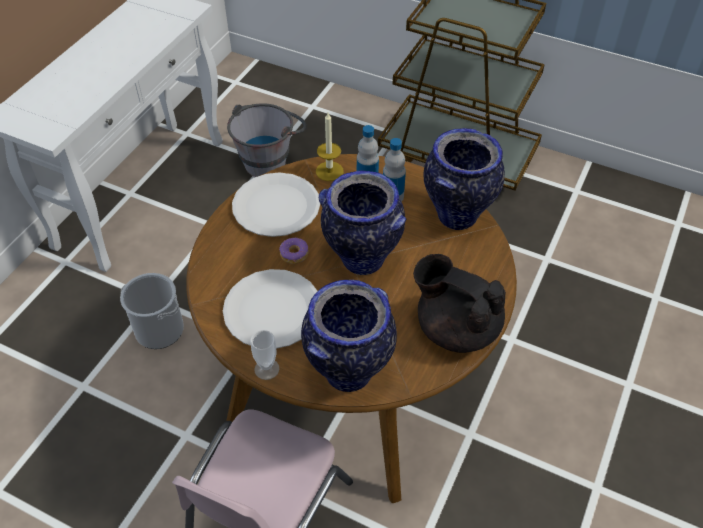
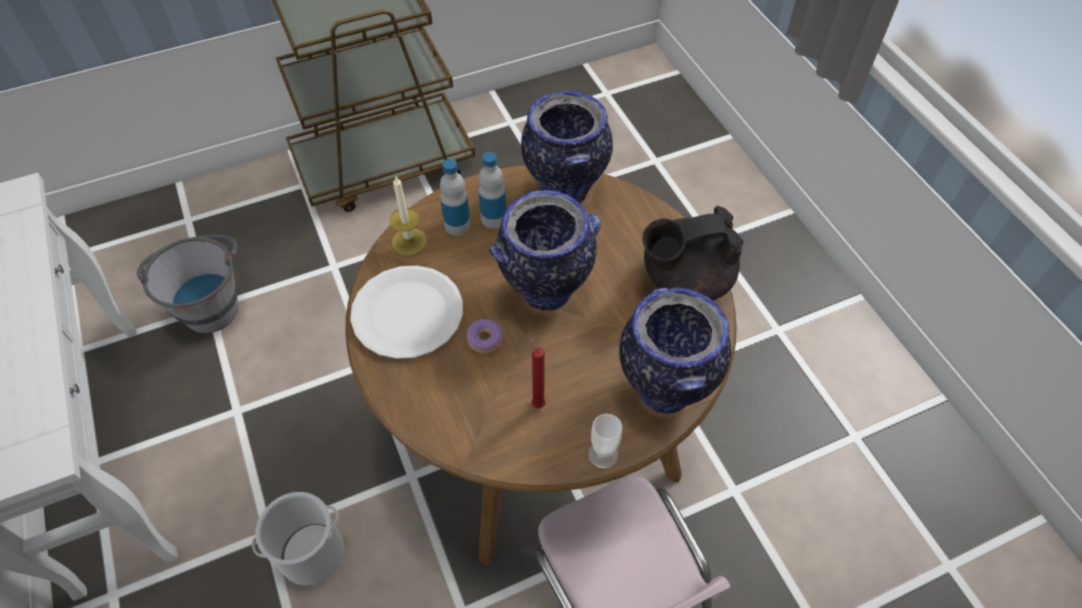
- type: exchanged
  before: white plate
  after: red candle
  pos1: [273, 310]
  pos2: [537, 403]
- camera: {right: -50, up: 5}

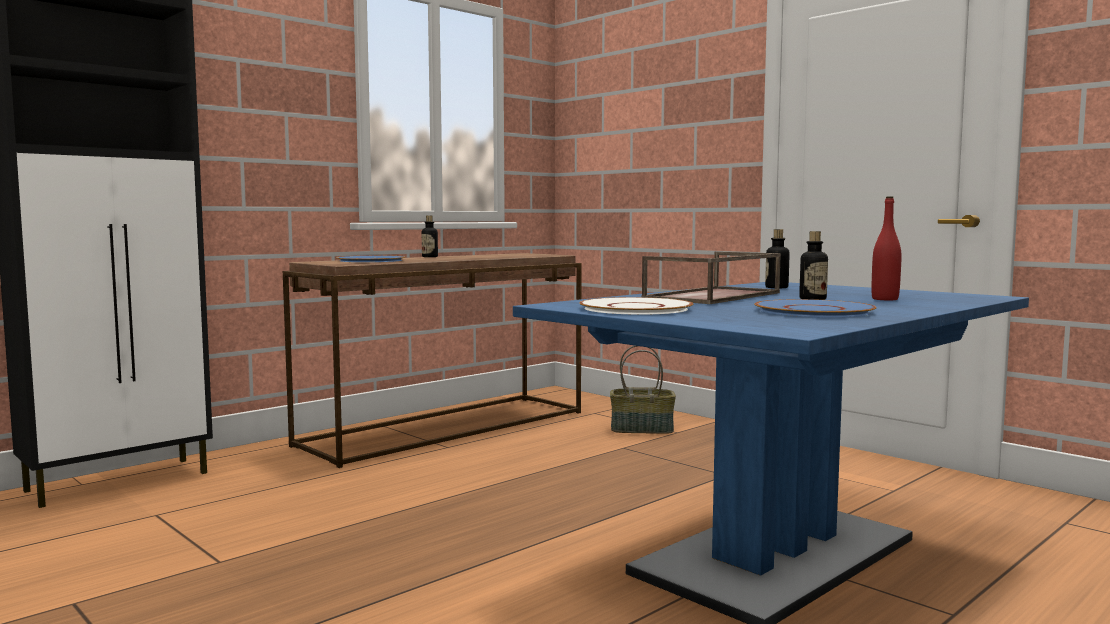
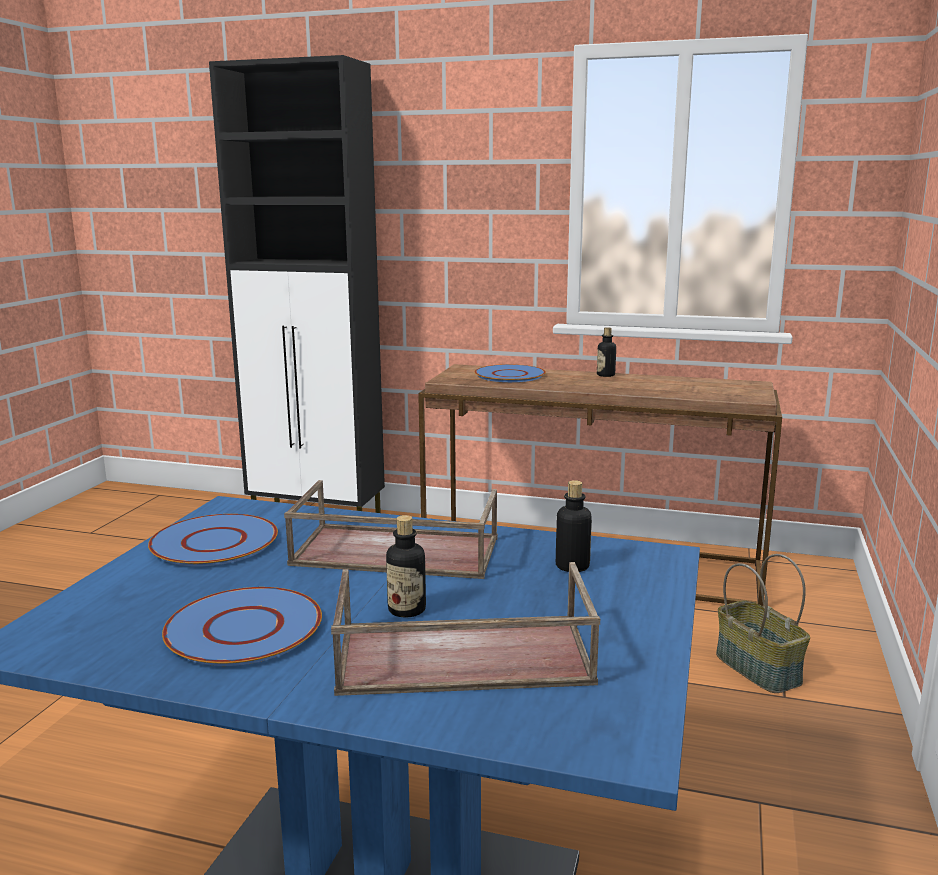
- type: exchanged
  before: red bottle
  after: brown tray
  pos1: [885, 299]
  pos2: [460, 657]
- type: colour
  before: white plate
  after: blue plate
  pos1: [635, 308]
  pos2: [213, 542]
- camera: {right: 60, up: 10}

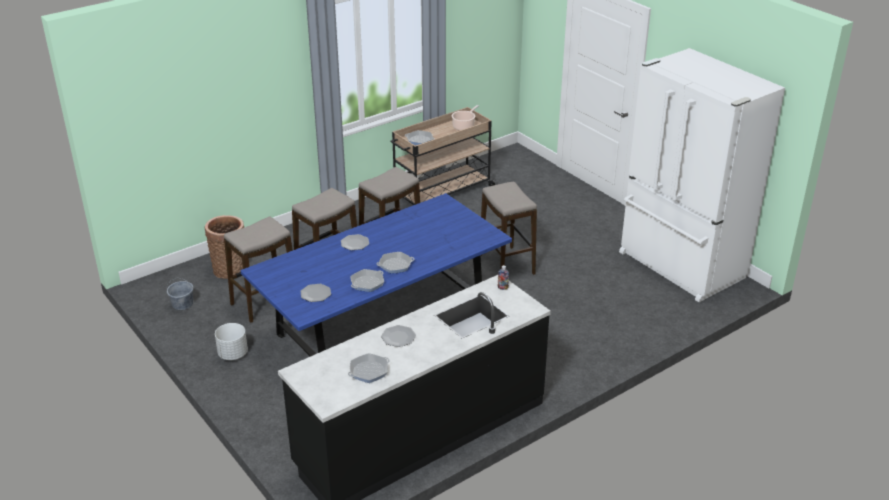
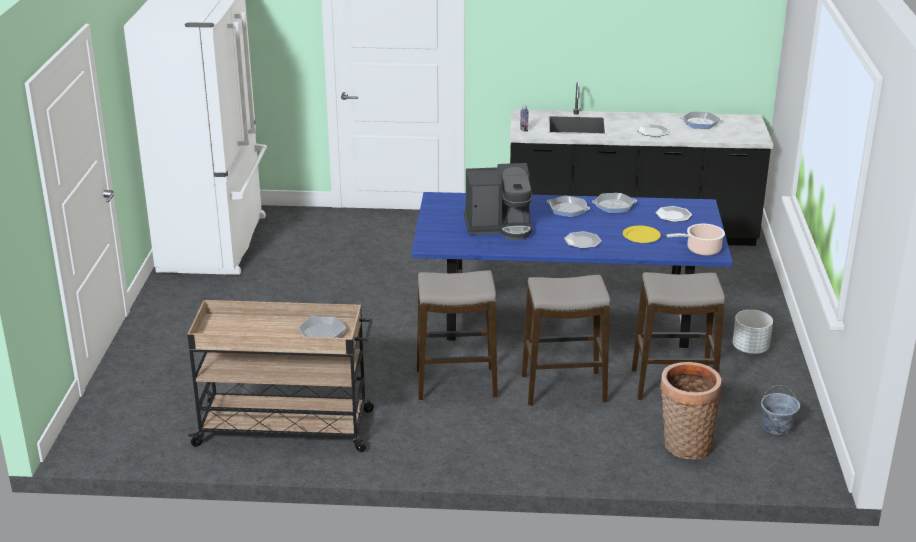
- type: missing
  before: stool
  pos1: [506, 264]
- type: appeared
  after: coffee machine
  pos2: [499, 226]
- type: appeared
  after: yellow plate
  pos2: [641, 236]
- type: relocated
  before: cooking pot
  pos1: [464, 126]
  pos2: [701, 250]
- camera: {right: -140, up: -5}

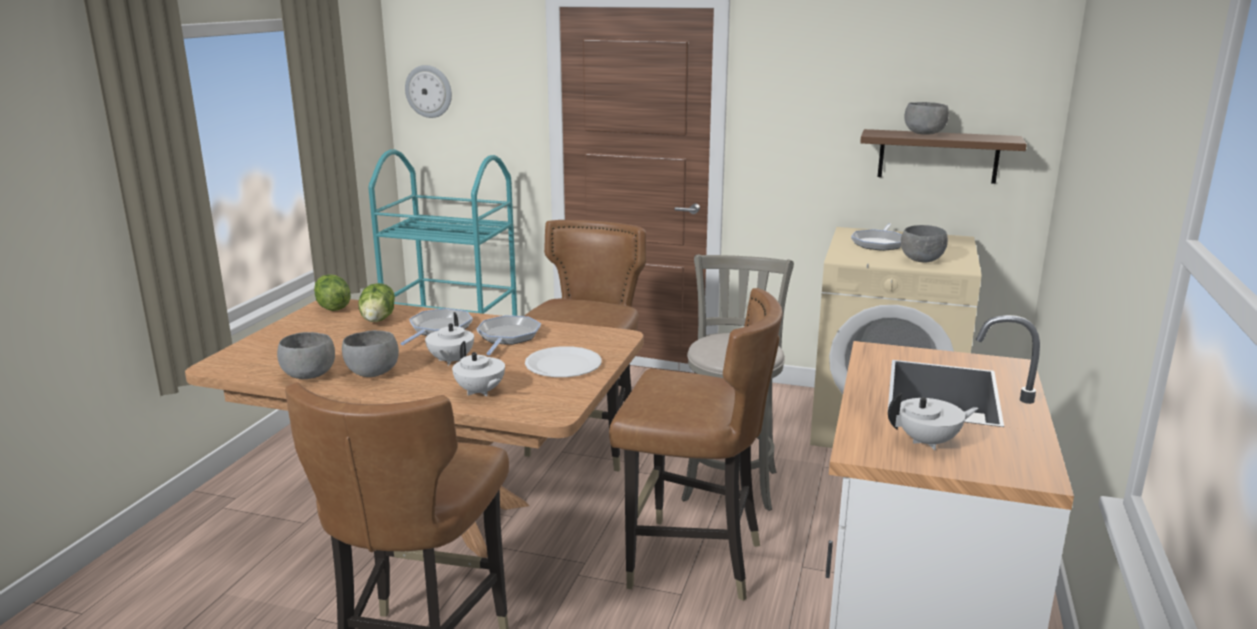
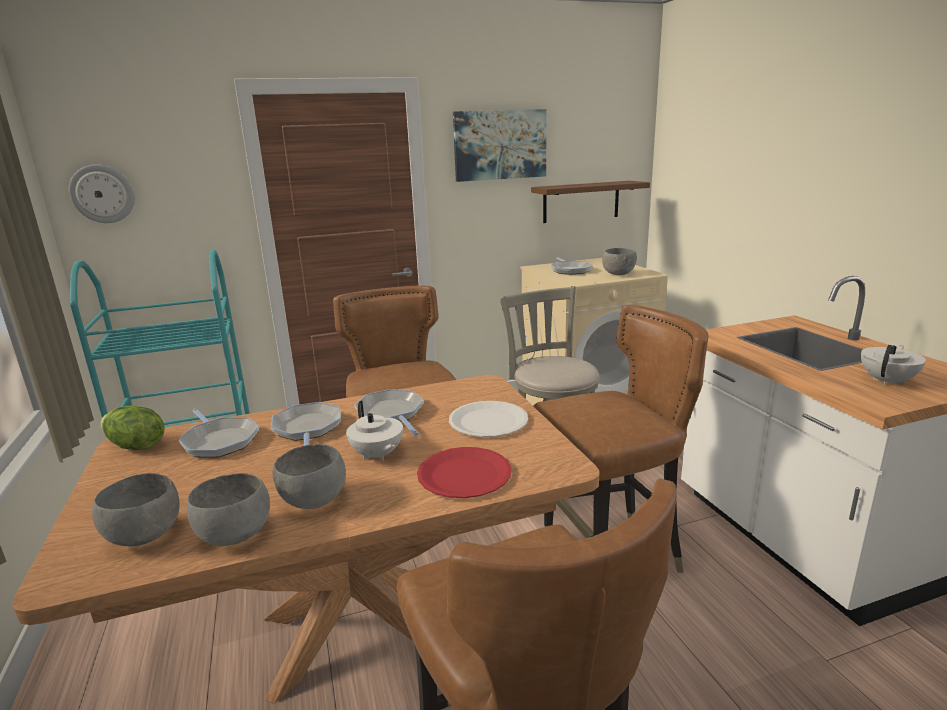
- type: appeared
  after: picture
  pos2: [500, 145]
- type: relocated
  before: grey bowl
  pos1: [924, 134]
  pos2: [145, 535]
- type: exchanged
  before: lettuce
  after: frying pan
  pos1: [378, 319]
  pos2: [219, 441]
- type: exchanged
  before: white teapot
  after: red plate
  pos1: [480, 392]
  pos2: [464, 475]
- camera: {right: -35, up: 0}

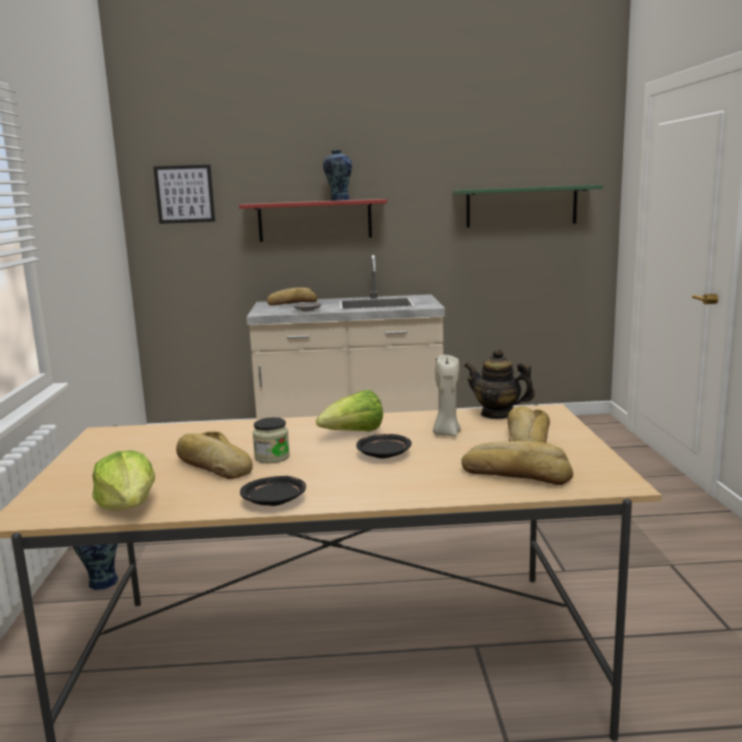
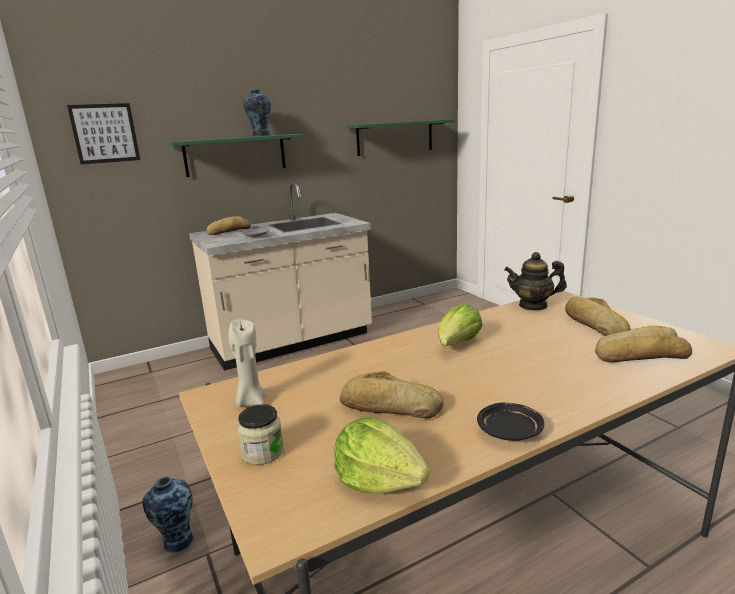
- type: missing
  before: black plate
  pos1: [384, 454]
- type: relocated
  before: jar
  pos1: [272, 457]
  pos2: [263, 452]
- type: relocated
  before: beige candle
  pos1: [446, 433]
  pos2: [250, 401]
- type: colour
  before: red shelf
  after: green shelf
  pos1: [315, 220]
  pos2: [235, 155]
- camera: {right: -25, up: 5}

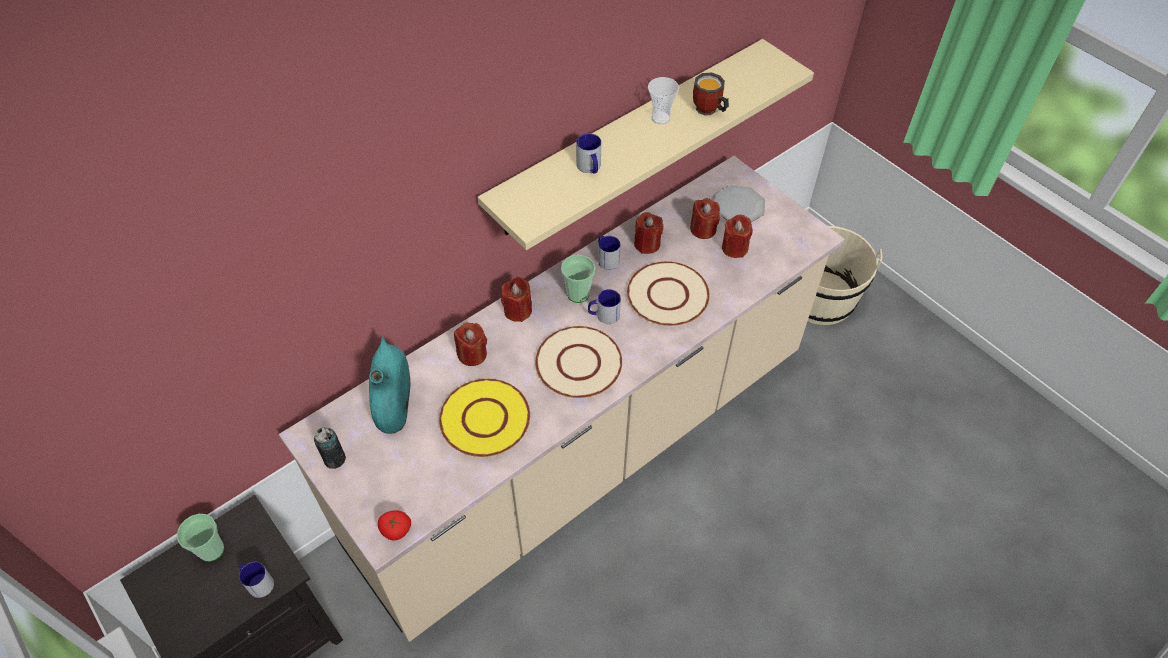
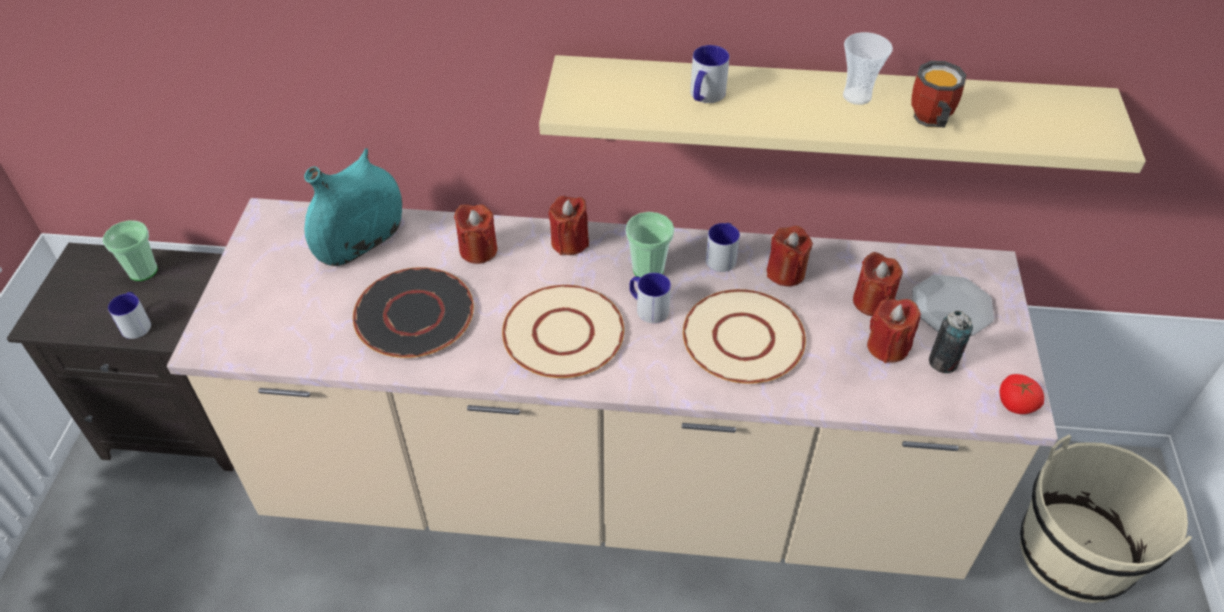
- type: relocated
  before: can
  pos1: [335, 459]
  pos2: [943, 362]
- type: relocated
  before: tomato
  pos1: [395, 530]
  pos2: [1015, 404]
- type: colour
  before: yellow plate
  after: black plate
  pos1: [484, 418]
  pos2: [414, 314]
- camera: {right: 45, up: -5}

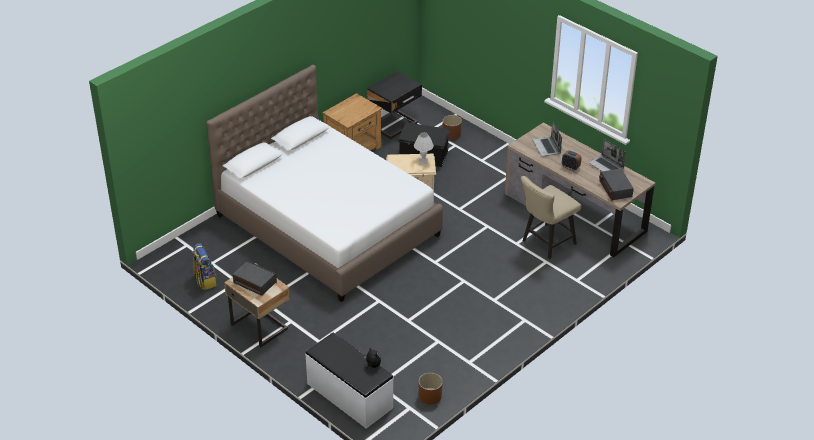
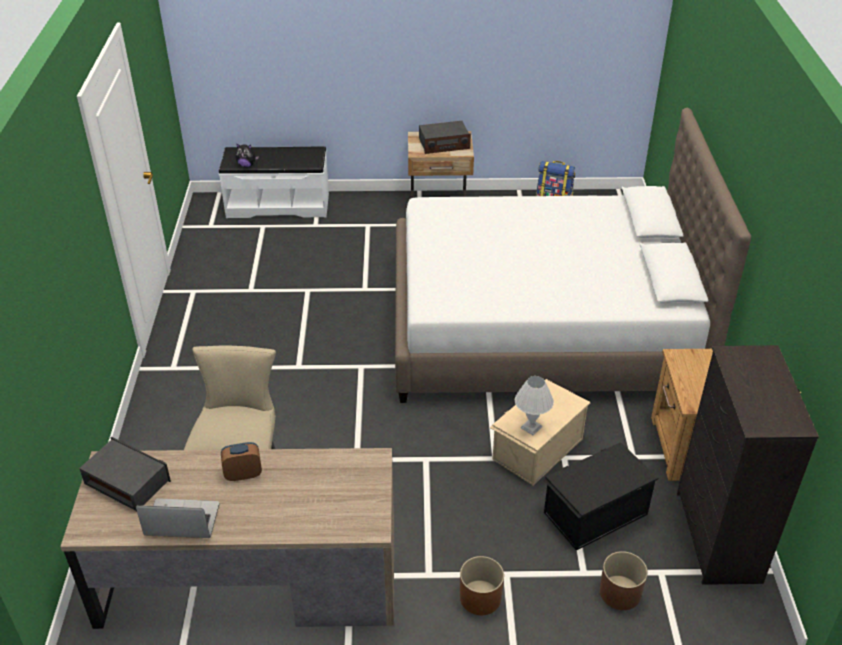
- type: missing
  before: laptop
  pos1: [547, 147]
- type: relocated
  before: brown planter
  pos1: [430, 396]
  pos2: [480, 598]
- type: exchanged
  before: black nightstand
  after: black dresser
  pos1: [394, 126]
  pos2: [717, 537]
- camera: {right: 135, up: 0}

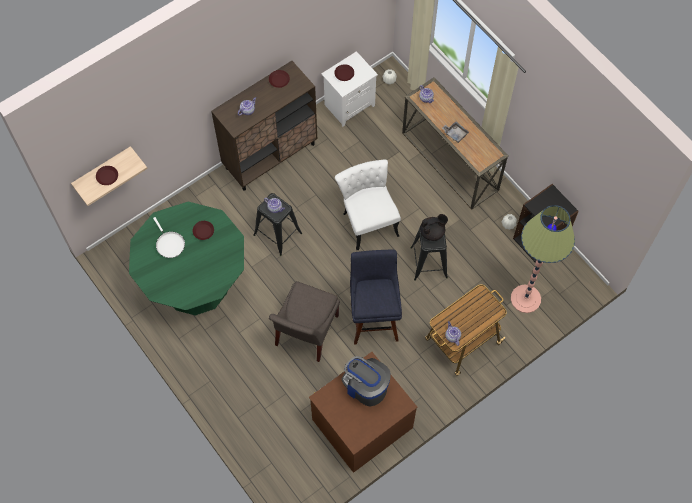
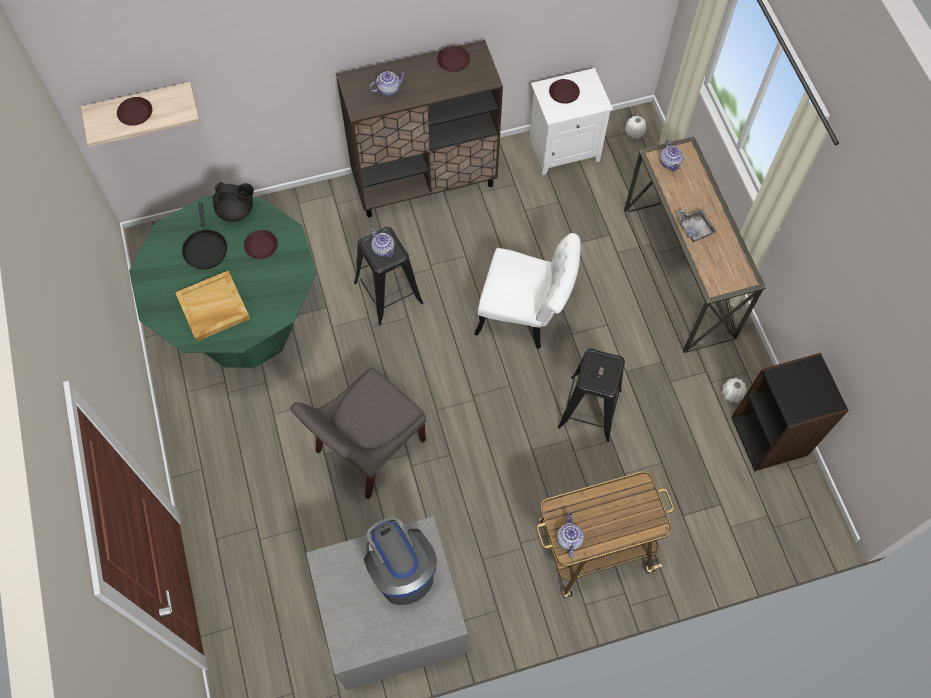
- type: missing
  before: blue stool
  pos1: [374, 318]
- type: missing
  before: floor lamp
  pos1: [525, 299]
- type: appeared
  after: beige tray
  pos2: [213, 308]
- type: relocated
  before: black teapot
  pos1: [432, 232]
  pos2: [236, 210]
- type: colour
  before: white frying pan
  after: black frying pan
  pos1: [169, 244]
  pos2: [205, 248]
- type: colour
  before: brown dresser
  after: grey dresser
  pos1: [361, 422]
  pos2: [391, 615]
- type: spun
  before: white chair
  pos1: [368, 219]
  pos2: [525, 315]
  turn: 105
- camera: {right: 20, up: 0}

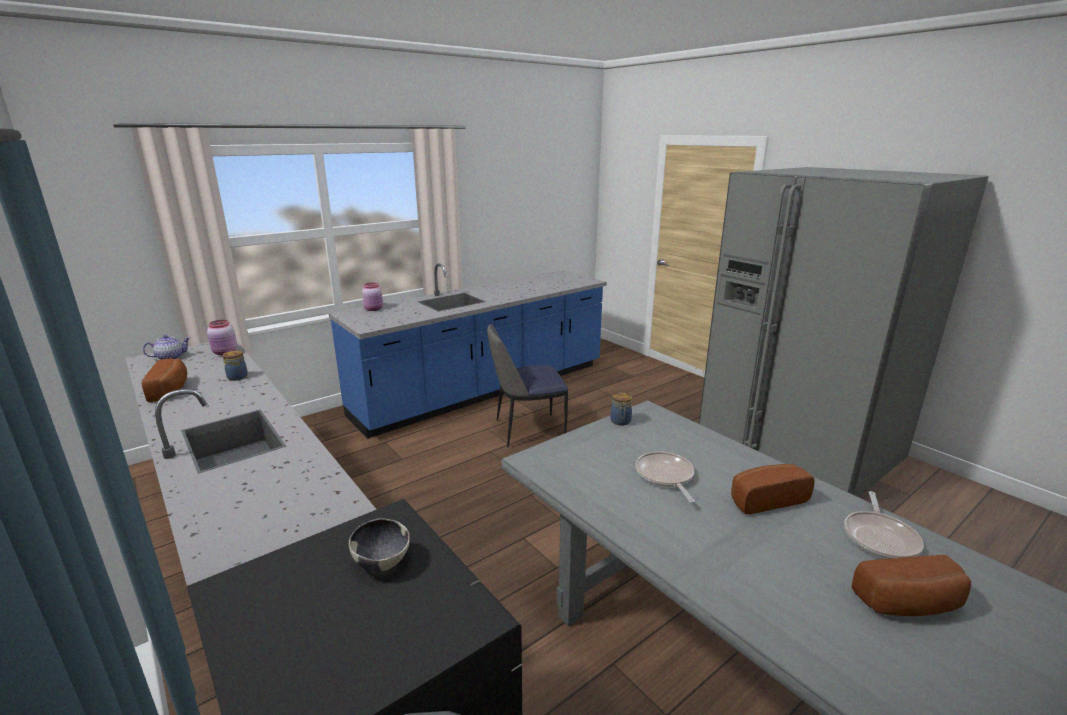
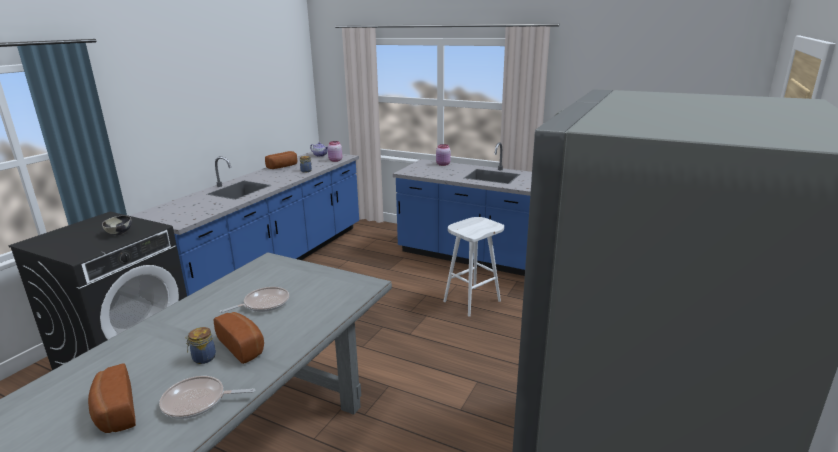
- type: relocated
  before: jar
  pos1: [620, 421]
  pos2: [203, 358]
- type: exchanged
  before: chair
  after: white stool
  pos1: [527, 430]
  pos2: [472, 301]
- camera: {right: 65, up: 0}

